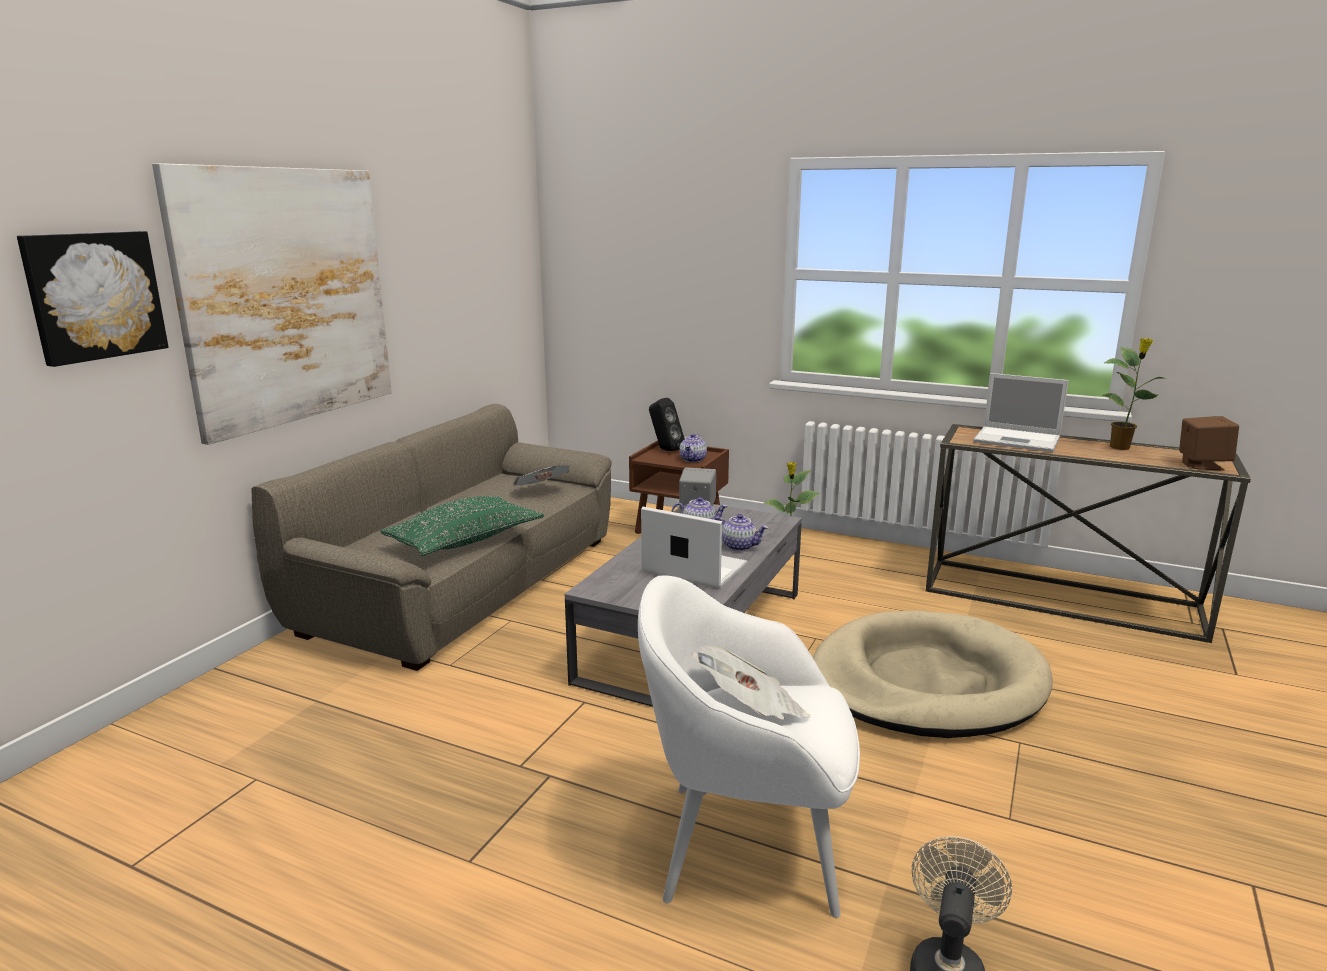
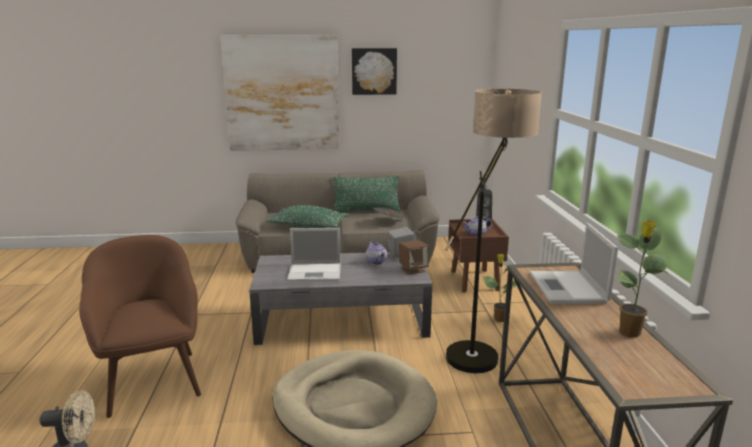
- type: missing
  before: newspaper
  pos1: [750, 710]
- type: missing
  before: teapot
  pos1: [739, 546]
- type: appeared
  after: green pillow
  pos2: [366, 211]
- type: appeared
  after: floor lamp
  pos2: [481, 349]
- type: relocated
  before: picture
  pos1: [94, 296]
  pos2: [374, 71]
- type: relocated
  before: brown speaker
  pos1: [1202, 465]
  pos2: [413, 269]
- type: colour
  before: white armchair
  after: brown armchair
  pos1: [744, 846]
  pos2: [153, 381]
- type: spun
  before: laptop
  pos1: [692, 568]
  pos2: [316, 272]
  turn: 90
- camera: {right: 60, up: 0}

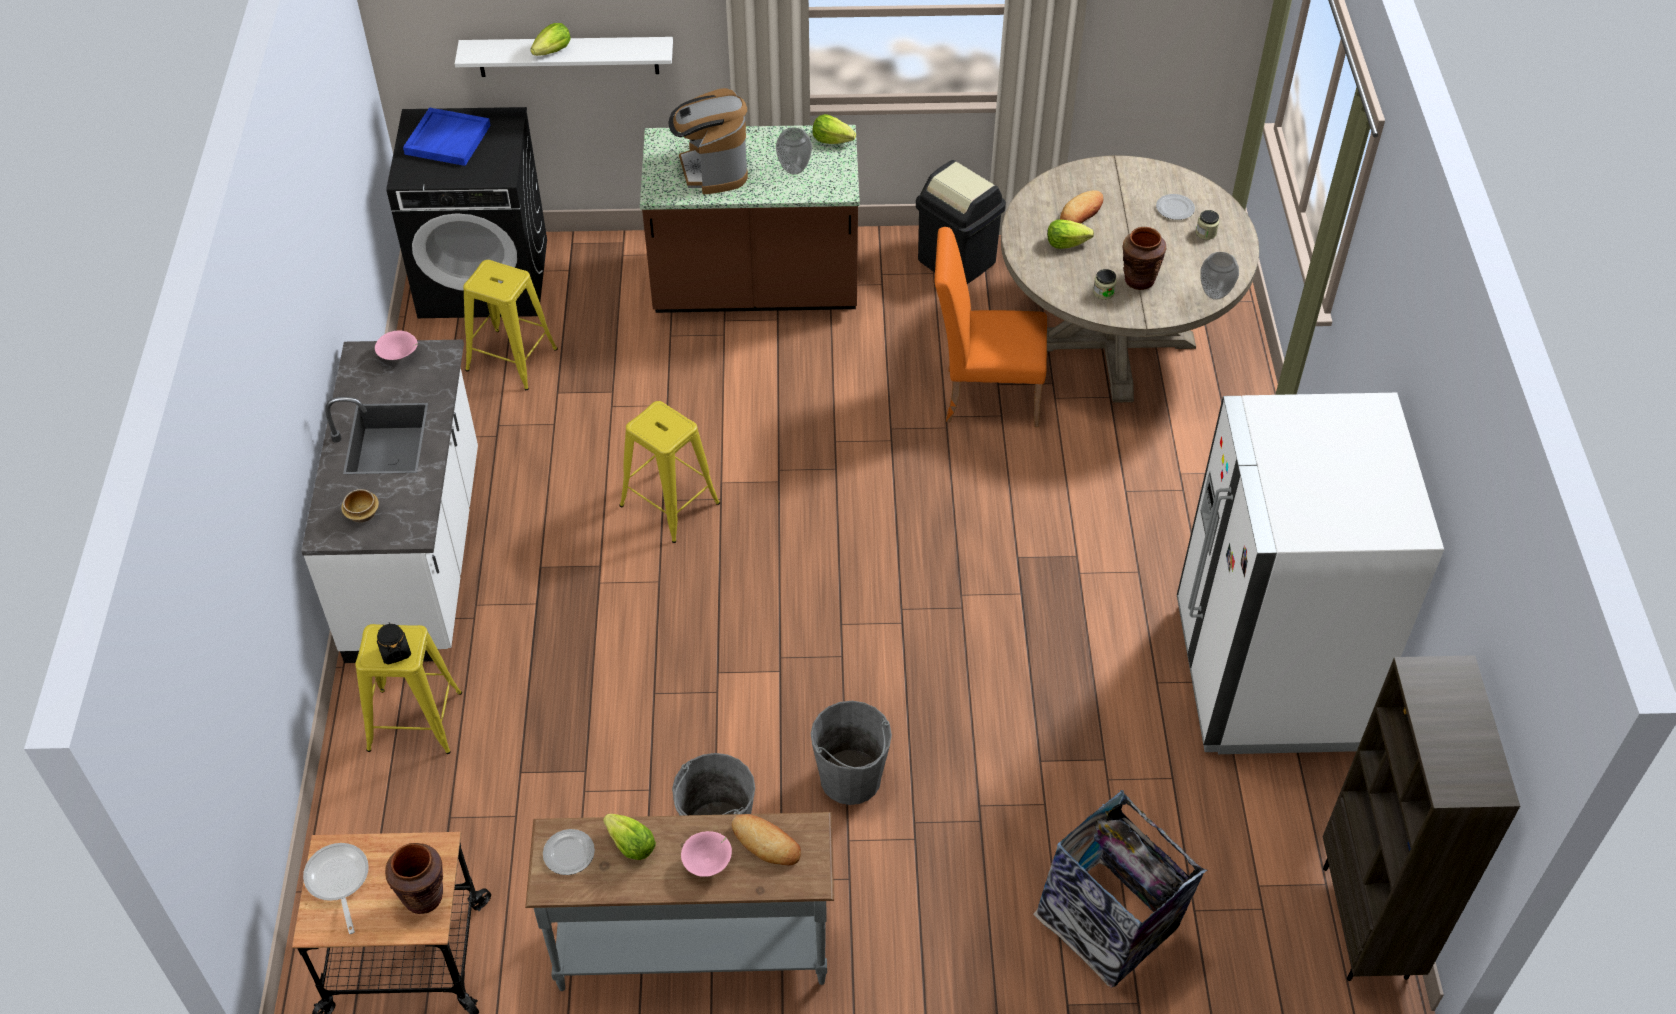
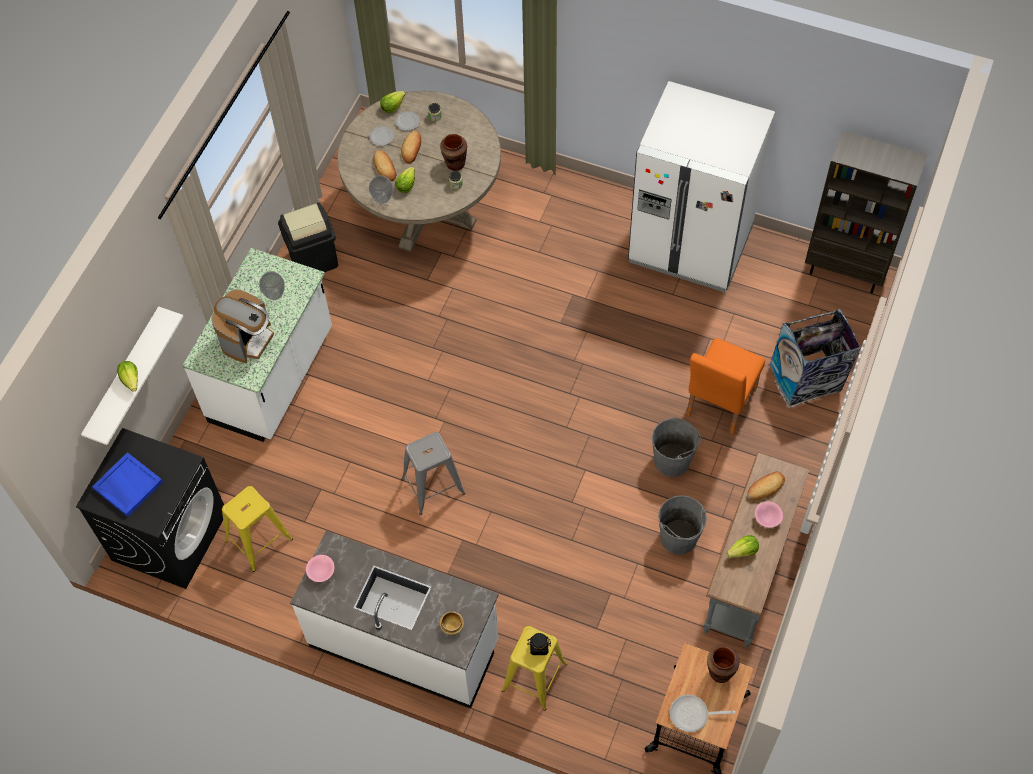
- type: appeared
  after: bread
  pos2: [412, 148]
- type: relocated
  before: plate
  pos1: [569, 854]
  pos2: [382, 137]
- type: relocated
  before: lettuce
  pos1: [832, 140]
  pos2: [392, 107]
- type: relocated
  before: orange chair
  pos1: [983, 395]
  pos2: [718, 405]
- type: relocated
  before: vase
  pos1: [1215, 294]
  pos2: [383, 199]
- type: colour
  before: yellow stool
  after: grey stool
  pos1: [669, 504]
  pos2: [433, 486]
- type: colour
  before: brown counter
  after: white counter
  pos1: [755, 287]
  pos2: [273, 377]
- type: spun
  before: coffee machine
  pos1: [713, 169]
  pos2: [248, 339]
  turn: -75
- camera: {right: -65, up: 10}

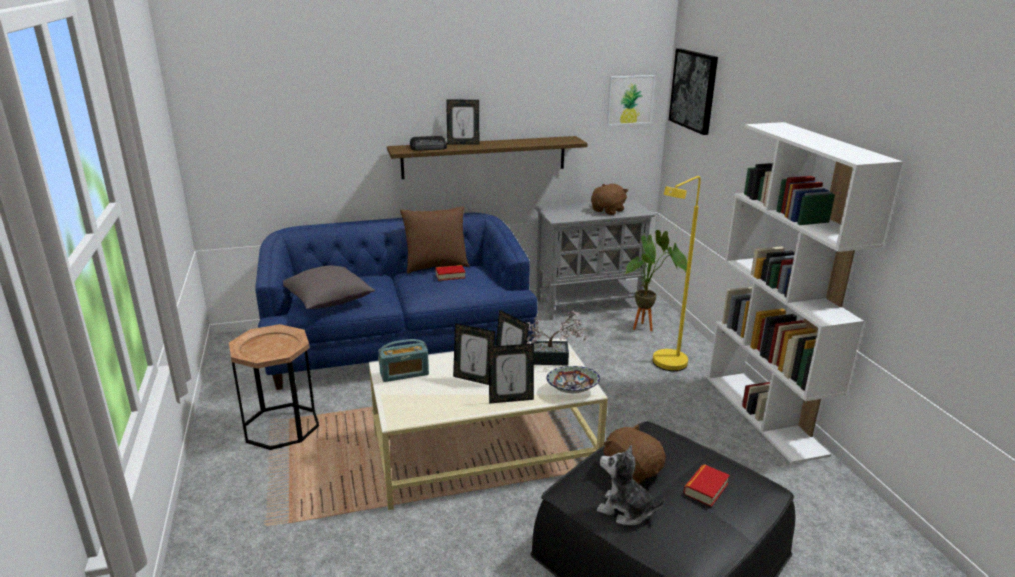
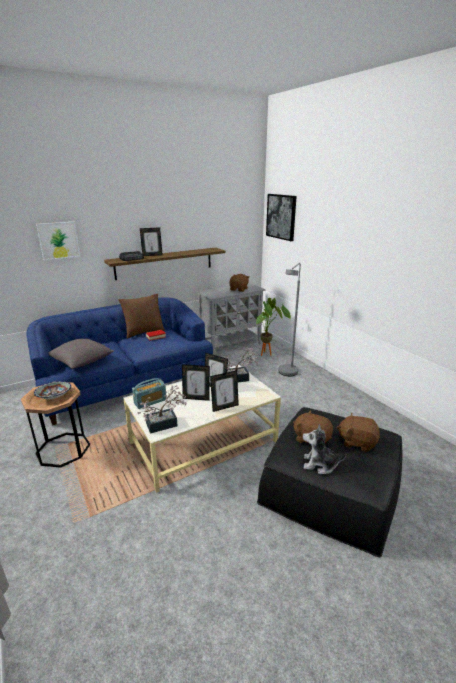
- type: missing
  before: white bookcase
  pos1: [765, 415]
- type: appeared
  after: potted plant
  pos2: [165, 423]
- type: relocated
  before: bowl
  pos1: [572, 390]
  pos2: [54, 397]
- type: relocated
  before: picture
  pos1: [630, 100]
  pos2: [58, 240]
- type: exchanged
  before: book
  after: brown plush toy
  pos1: [705, 489]
  pos2: [357, 442]
- type: colour
  before: yellow floor lamp
  after: grey floor lamp
  pos1: [666, 367]
  pos2: [287, 374]
- camera: {right: -15, up: 0}

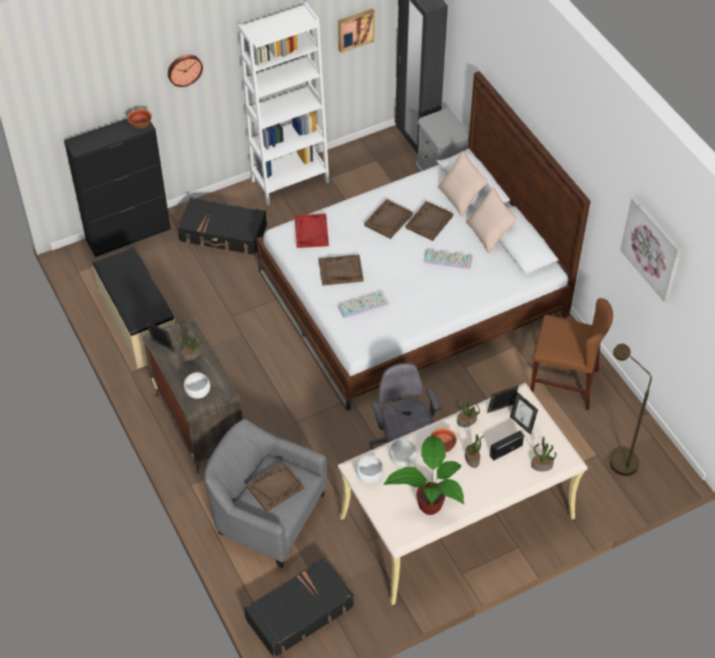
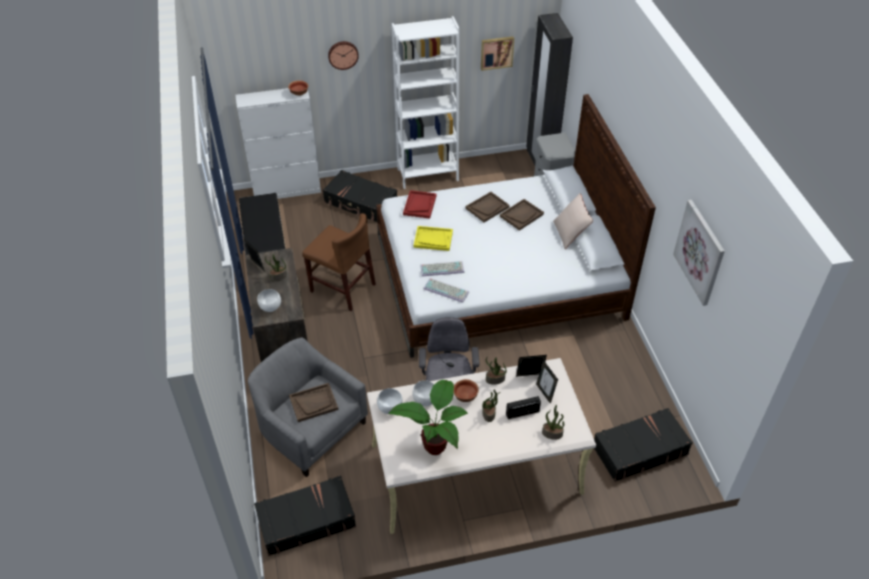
- type: missing
  before: beige pillow
  pos1: [461, 197]
- type: relocated
  before: keyboard
  pos1: [448, 259]
  pos2: [447, 290]
- type: relocated
  before: brown chair
  pos1: [563, 383]
  pos2: [342, 288]
- type: exchanged
  before: brown floor lamp
  after: black suitcase
  pos1: [617, 458]
  pos2: [639, 450]
- type: colour
  before: black cabinet
  after: white cabinet
  pos1: [129, 234]
  pos2: [287, 190]
- type: colour
  before: brown tray
  after: yellow tray
  pos1: [340, 271]
  pos2: [433, 239]
- camera: {right: 15, up: -5}

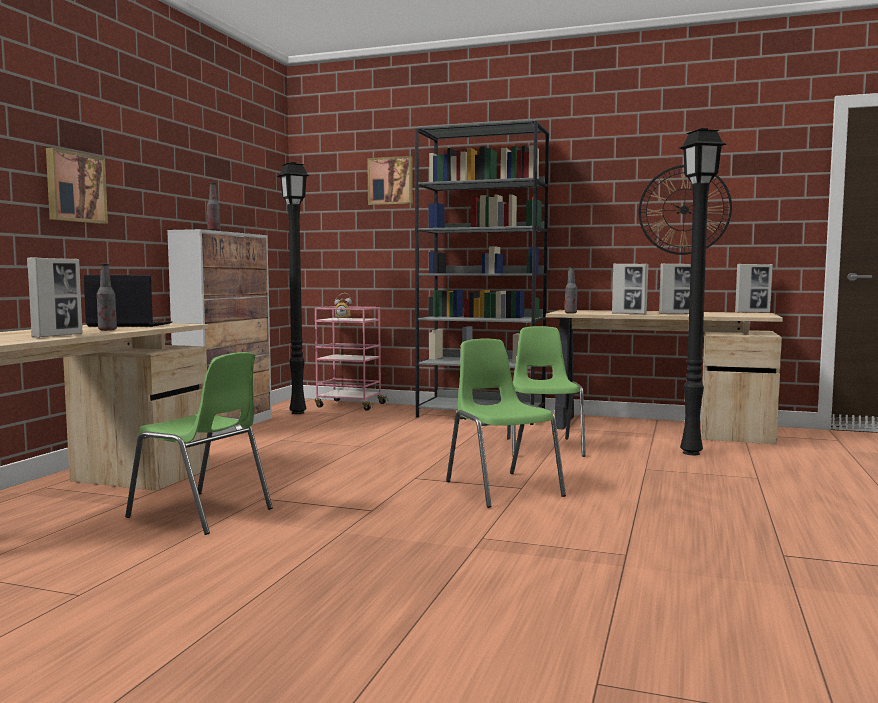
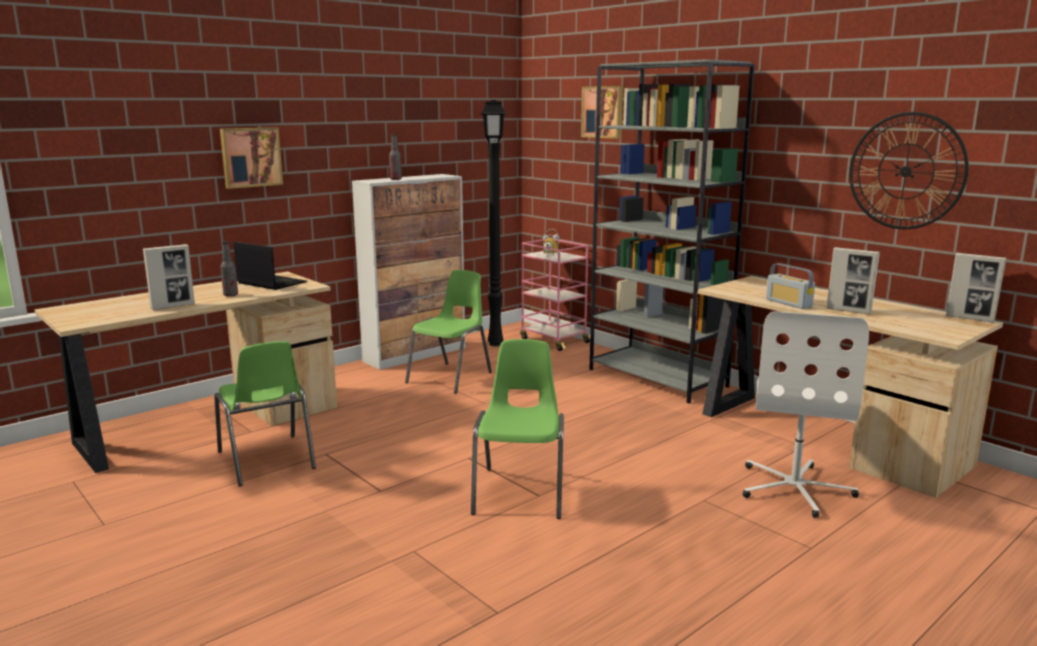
- type: missing
  before: bottle
  pos1: [570, 313]
- type: relocated
  before: green chair
  pos1: [543, 447]
  pos2: [451, 377]
- type: exchanged
  before: picture frame
  after: radio
  pos1: [629, 314]
  pos2: [788, 303]
- type: exchanged
  before: black floor lamp
  after: white office chair
  pos1: [690, 453]
  pos2: [795, 488]
- camera: {right: 30, up: 10}

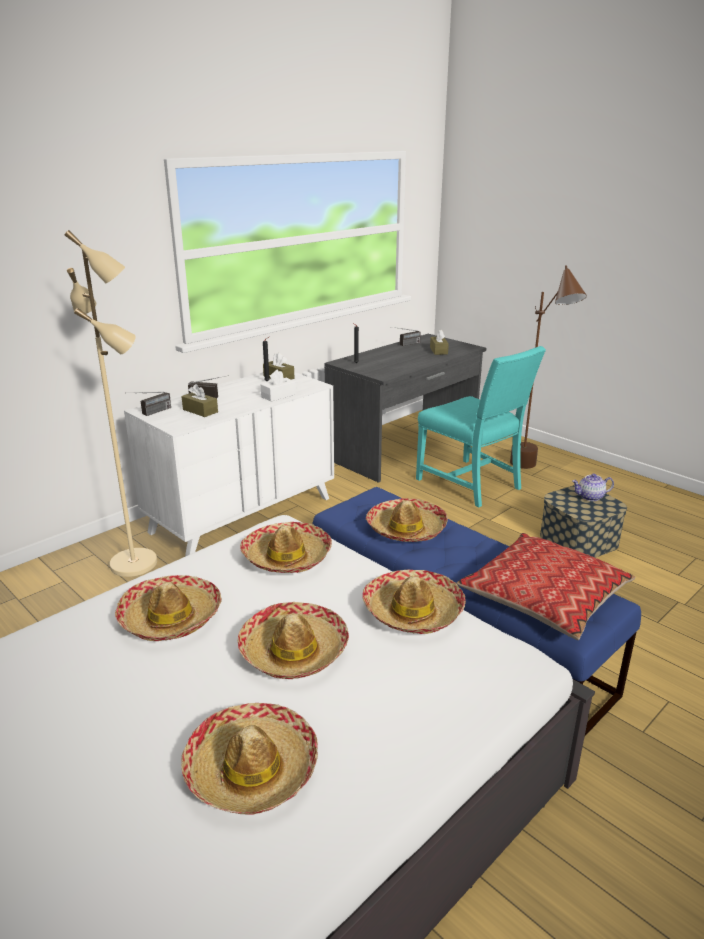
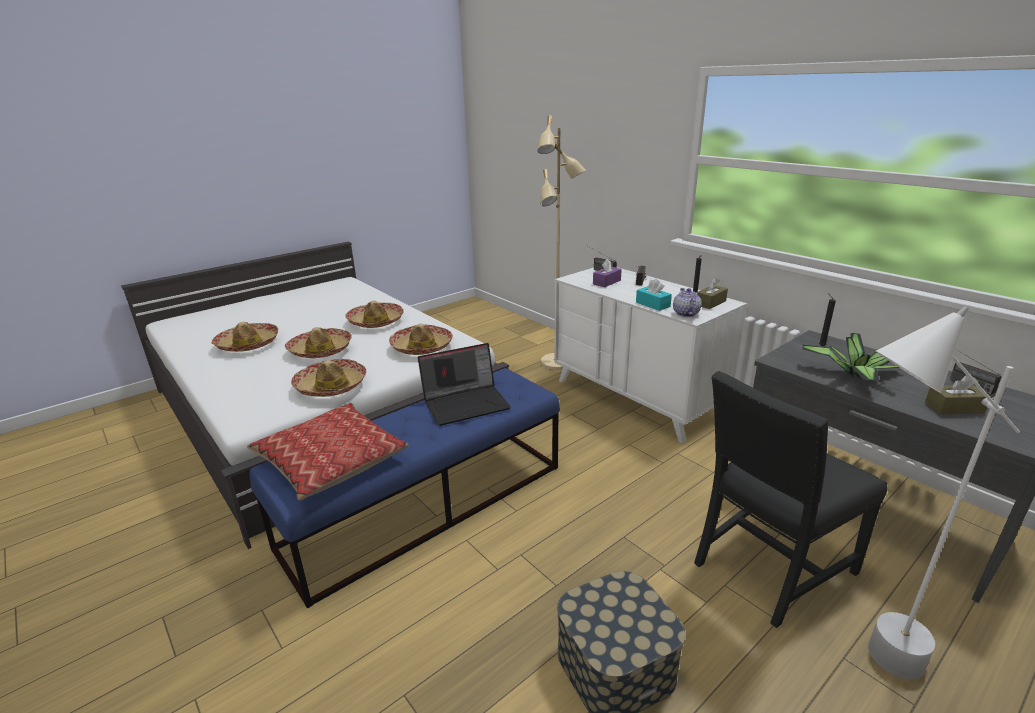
- type: appeared
  after: potted plant
  pos2: [854, 376]
- type: relocated
  before: teapot
  pos1: [590, 497]
  pos2: [685, 313]
- type: exchanged
  before: hat
  after: laptop
  pos1: [406, 529]
  pos2: [466, 403]
- type: colour
  before: brown tissue box
  after: purple tissue box
  pos1: [200, 411]
  pos2: [606, 282]
- type: colour
  before: white tissue box
  after: turquoise tissue box
  pos1: [278, 396]
  pos2: [652, 304]
- type: colour
  before: turquoise chair
  after: black chair
  pos1: [472, 484]
  pos2: [768, 567]
- type: colour
  before: brown floor lamp
  after: white floor lamp
  pos1: [533, 472]
  pos2: [859, 664]
- camera: {right: 95, up: 0}

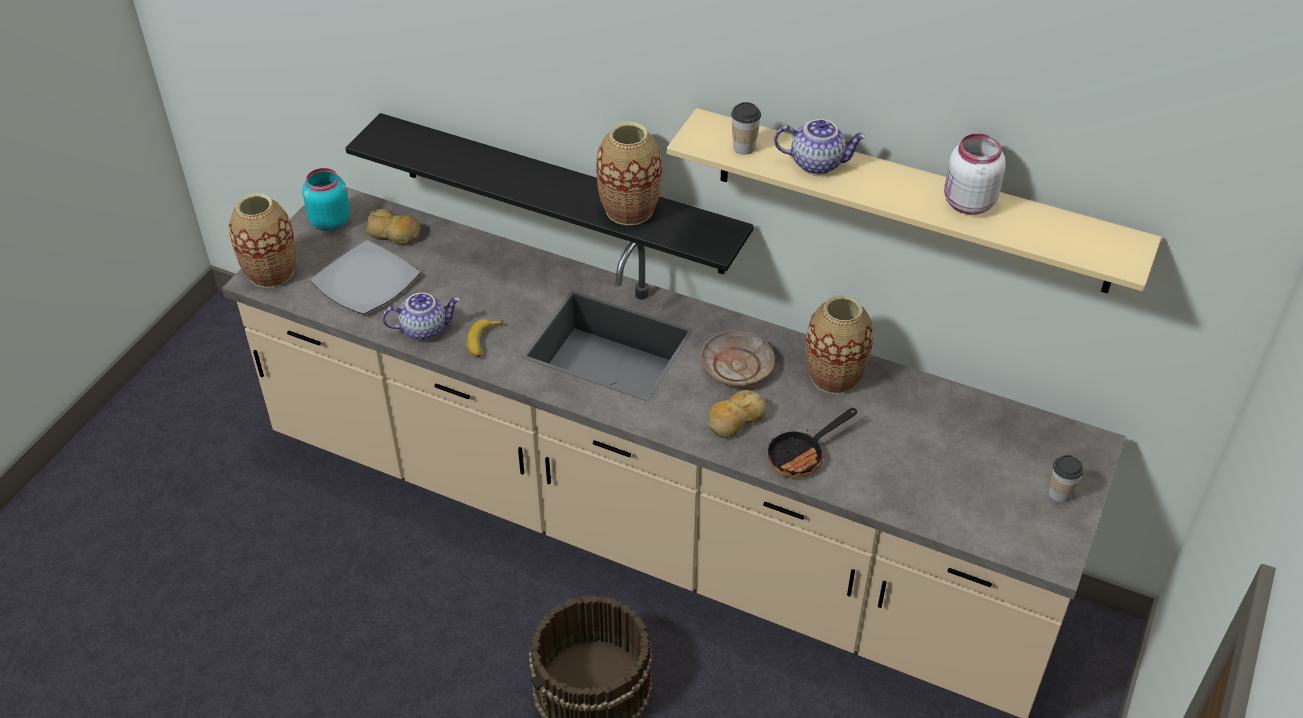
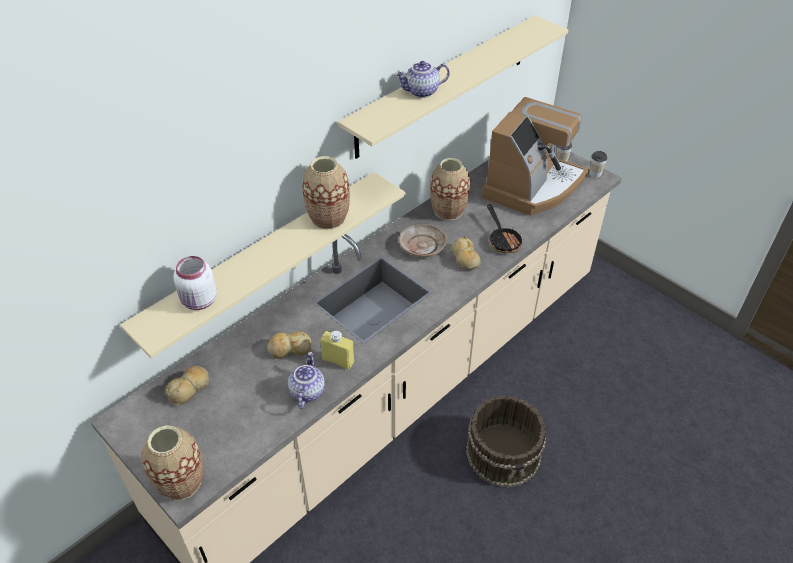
- type: missing
  before: turquoise jar
  pos1: [329, 221]
- type: missing
  before: plate
  pos1: [366, 282]
- type: appeared
  after: bread
  pos2: [290, 349]
- type: appeared
  after: coffee machine
  pos2: [532, 186]
- type: relocated
  before: cup
  pos1: [744, 147]
  pos2: [595, 174]
- type: relocated
  before: white jar
  pos1: [967, 203]
  pos2: [199, 301]
- type: exchanged
  before: banana
  after: yellow bottle
  pos1: [483, 342]
  pos2: [338, 360]
- type: colour
  before: black shelf
  after: beige shelf
  pos1: [560, 194]
  pos2: [263, 260]
- type: spun
  before: teapot
  pos1: [817, 163]
  pos2: [422, 92]
  turn: -135
- camera: {right: -70, up: 0}

